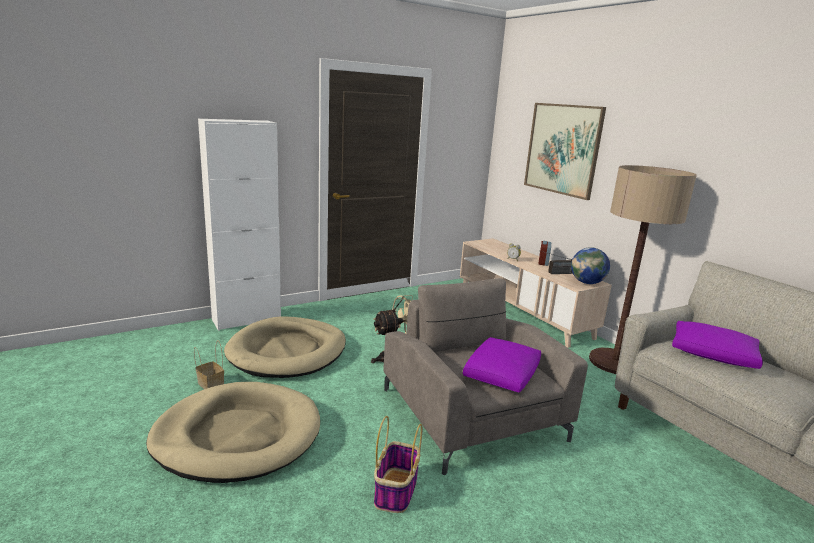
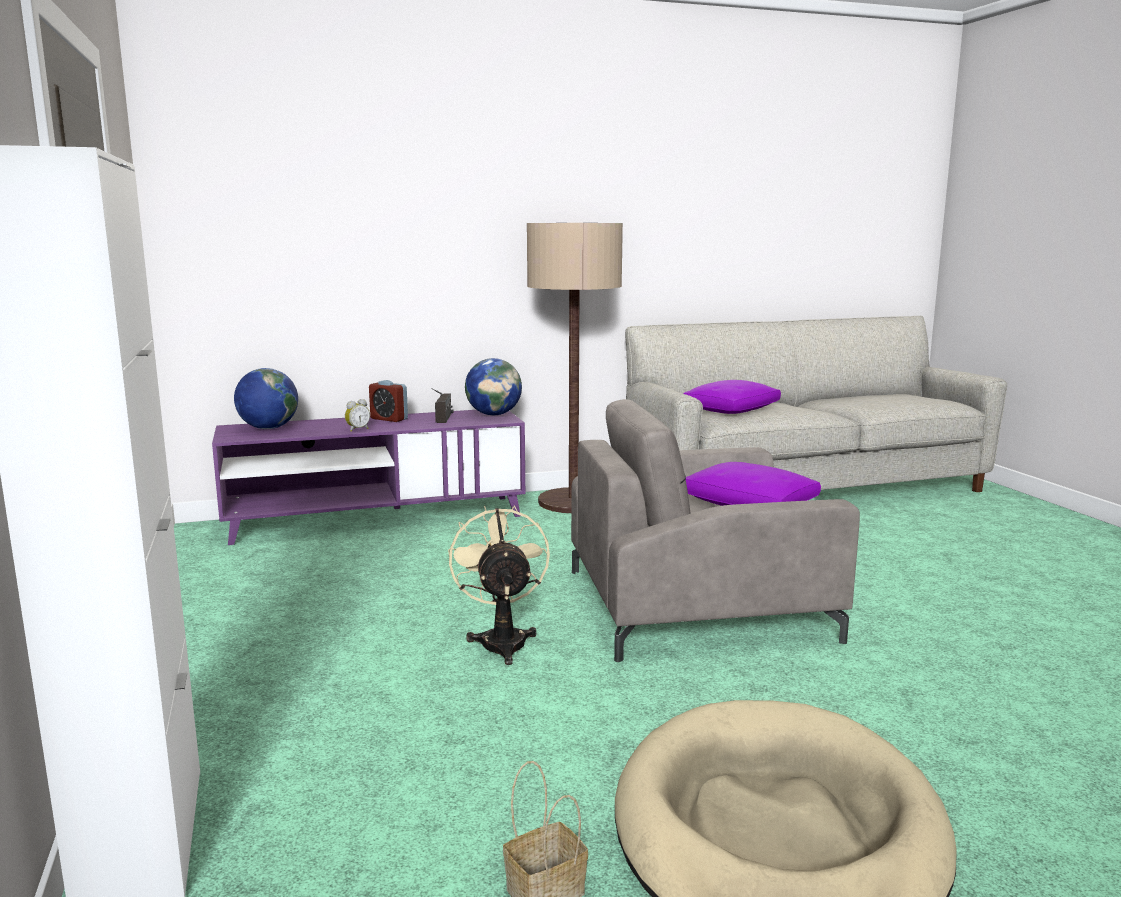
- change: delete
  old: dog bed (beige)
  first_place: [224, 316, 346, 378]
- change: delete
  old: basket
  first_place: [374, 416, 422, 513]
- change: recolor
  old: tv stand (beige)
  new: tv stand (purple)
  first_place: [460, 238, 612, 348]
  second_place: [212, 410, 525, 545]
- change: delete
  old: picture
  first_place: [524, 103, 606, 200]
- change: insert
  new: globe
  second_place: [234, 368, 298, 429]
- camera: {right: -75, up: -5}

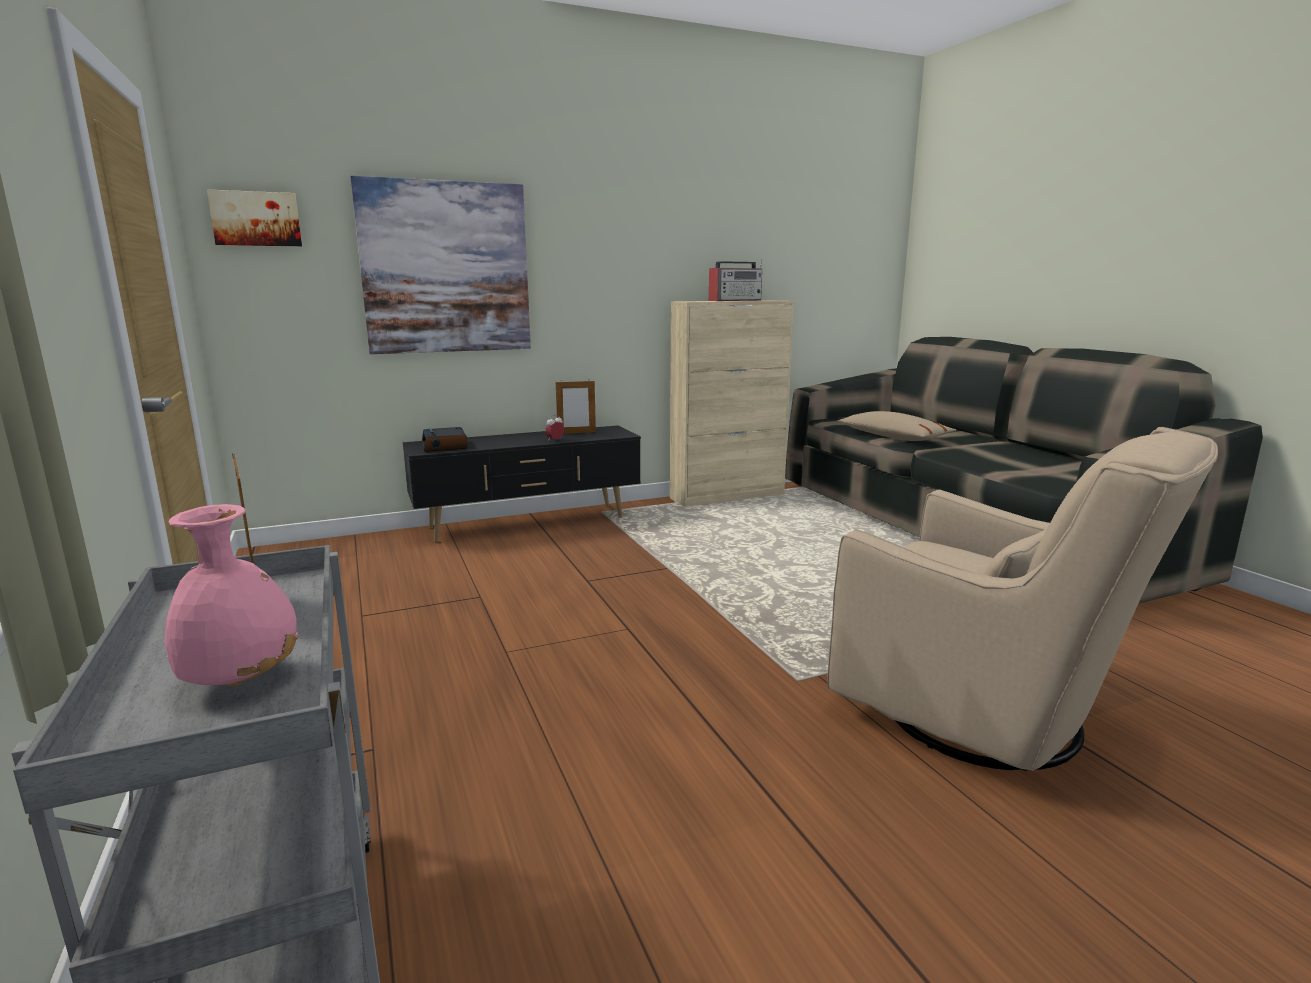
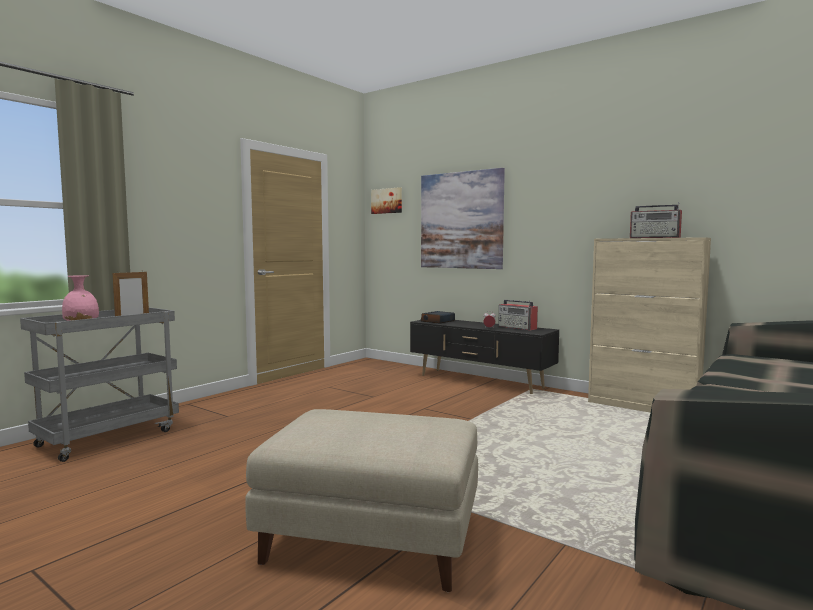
- change: replace
  old: picture frame
  new: radio
  first_place: [556, 379, 596, 434]
  second_place: [498, 300, 538, 330]
- change: replace
  old: armchair (beige)
  new: ottoman (beige)
  first_place: [827, 427, 1218, 771]
  second_place: [245, 409, 478, 592]
- change: delete
  old: pillow (beige)
  first_place: [838, 411, 956, 441]
- camera: {right: 60, up: -10}

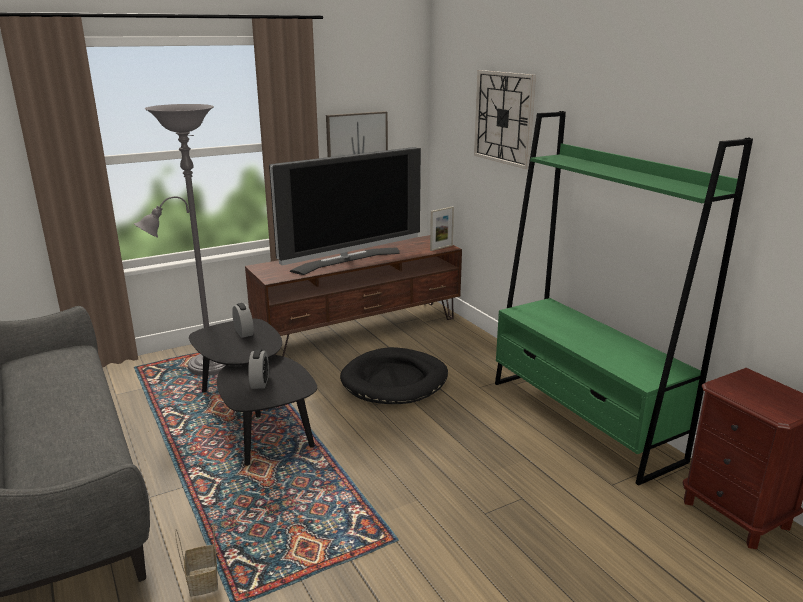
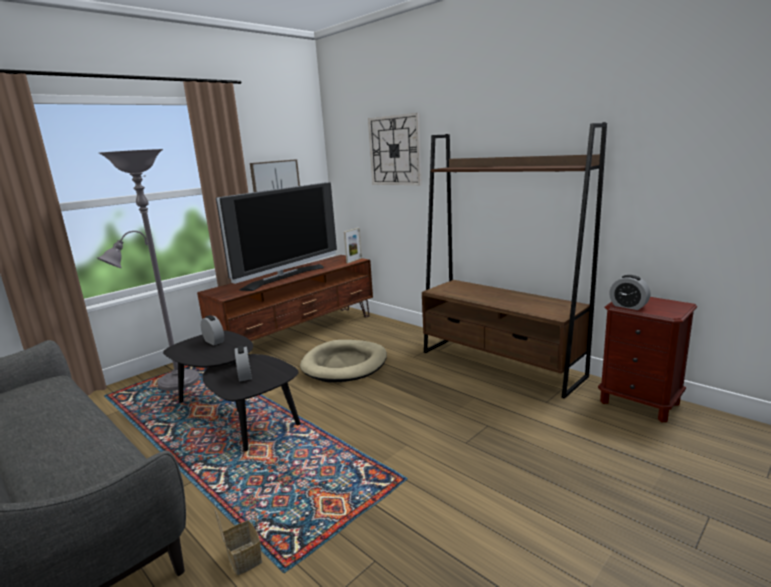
- change: recolor
  old: dog bed (black)
  new: dog bed (beige)
  first_place: [340, 347, 448, 404]
  second_place: [300, 340, 387, 382]
- change: recolor
  old: bookcase (green)
  new: bookcase (brown)
  first_place: [495, 111, 753, 486]
  second_place: [422, 122, 607, 399]
- change: insert
  new: alarm clock
  second_place: [609, 275, 650, 310]
- camera: {right: -15, up: -5}

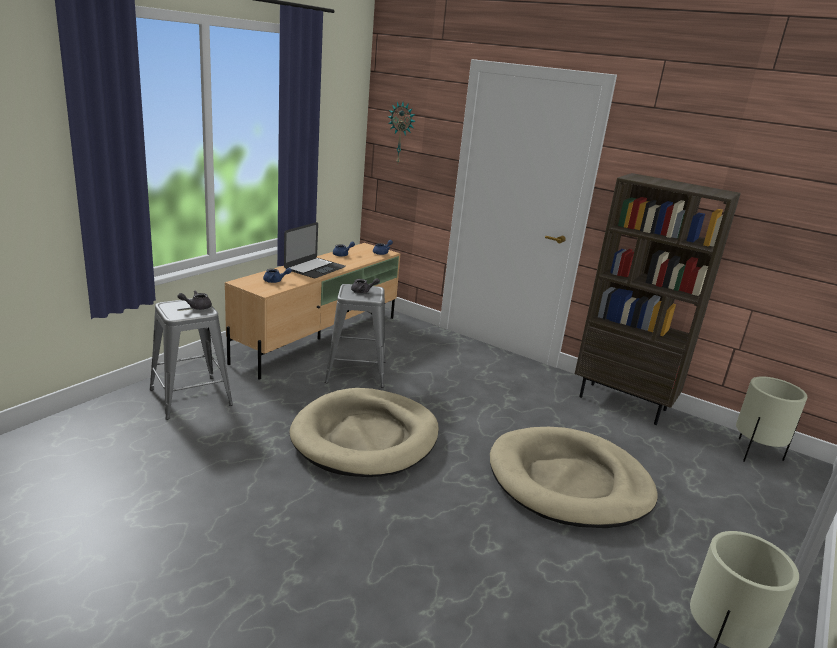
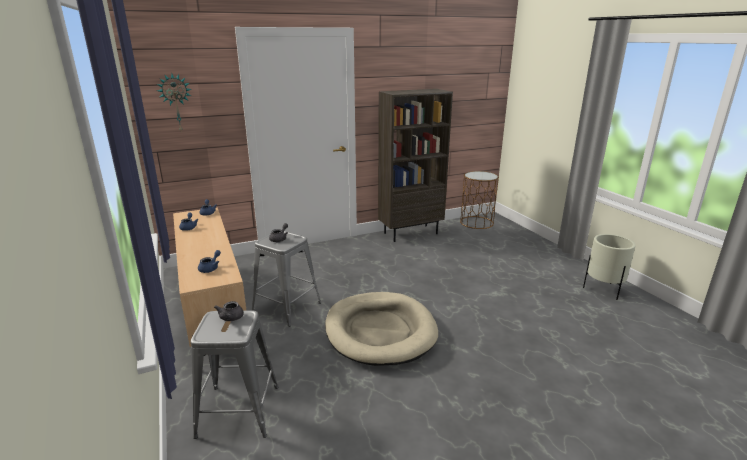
- change: delete
  old: laptop
  first_place: [284, 222, 346, 278]
- change: delete
  old: dog bed (beige)
  first_place: [490, 427, 657, 528]
- change: replace
  old: planter (beige)
  new: side table (brown)
  first_place: [736, 376, 807, 462]
  second_place: [460, 171, 499, 229]
- camera: {right: -55, up: 0}

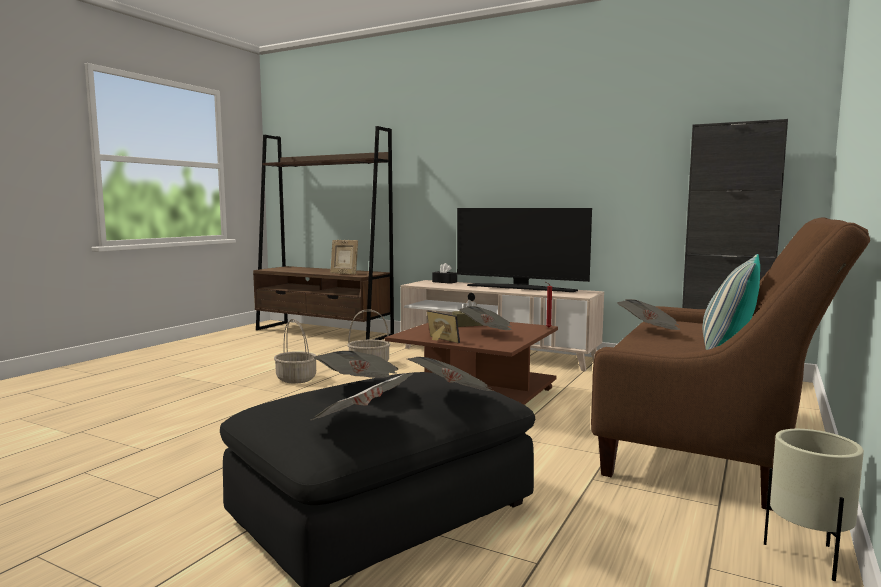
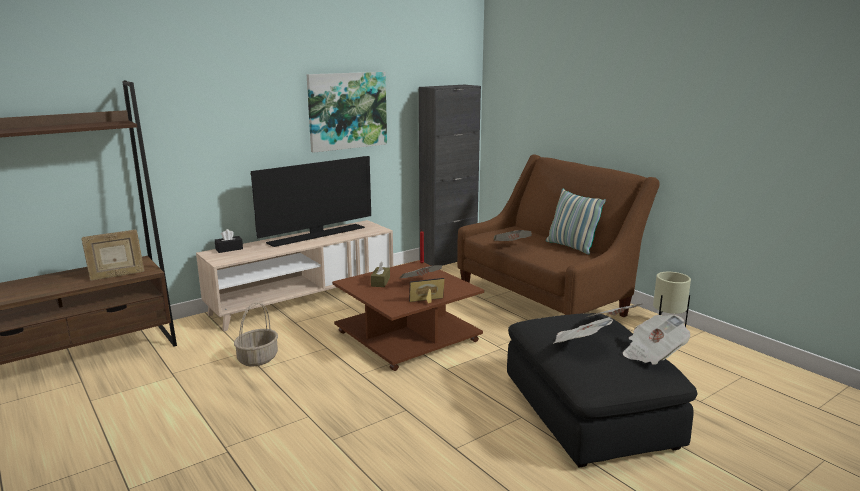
- change: delete
  old: basket
  first_place: [274, 319, 316, 384]
- change: insert
  new: picture
  second_place: [307, 72, 387, 153]
- camera: {right: -65, up: 10}

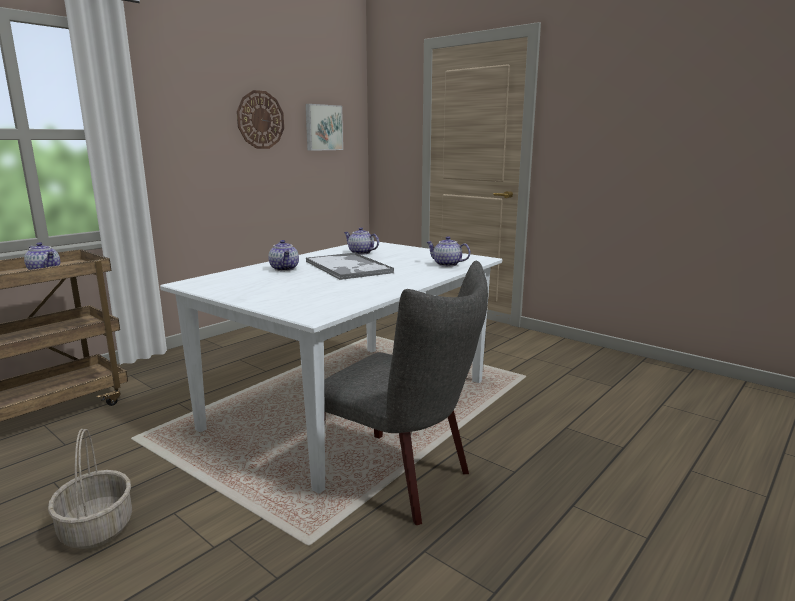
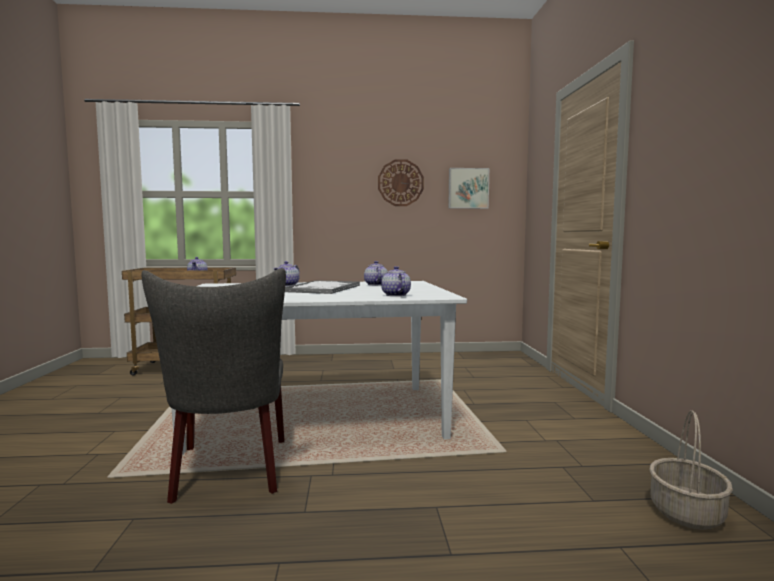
- change: move
  old: basket
  first_place: [48, 429, 132, 549]
  second_place: [649, 410, 733, 530]
- camera: {right: 45, up: -10}

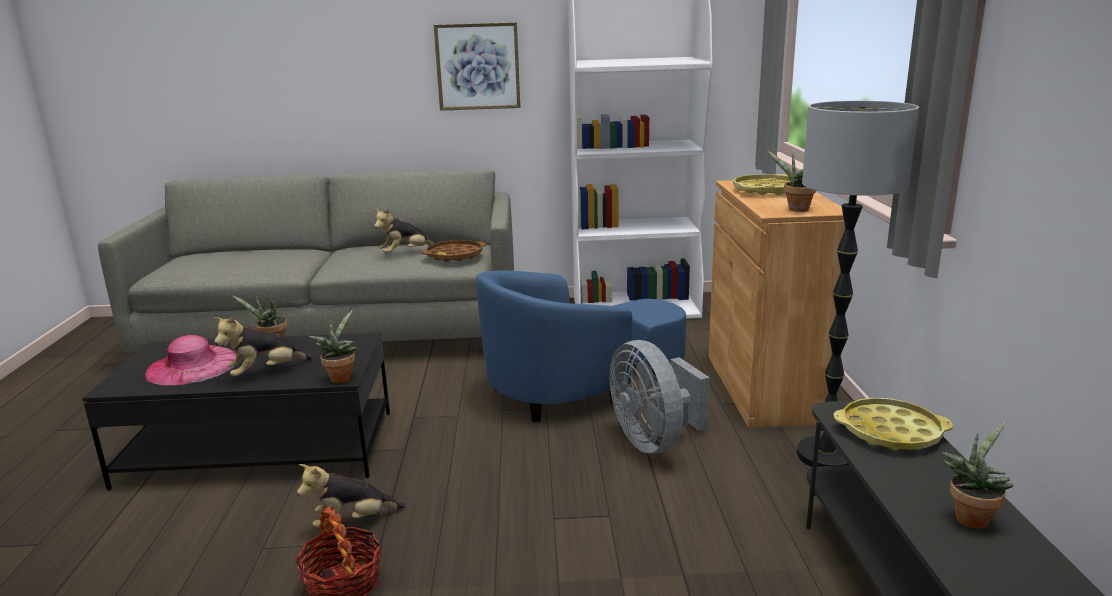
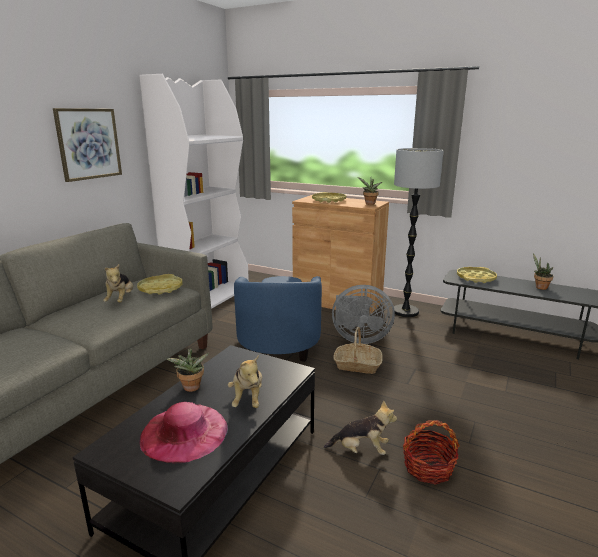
- change: rotate
  old: plush toy
  first_place: [297, 464, 406, 528]
  second_place: [324, 400, 397, 455]
  degrees: -90
- change: delete
  old: potted plant
  first_place: [308, 310, 357, 383]
- change: recolor
  old: tray (brown)
  new: tray (yellow)
  first_place: [421, 240, 486, 262]
  second_place: [137, 274, 183, 294]
- change: insert
  new: basket
  second_place: [333, 327, 383, 374]
- camera: {right: -60, up: 0}

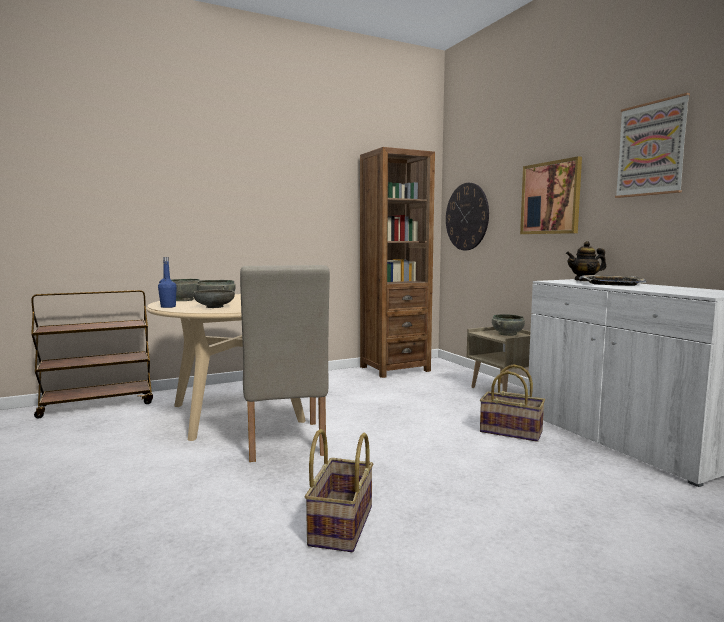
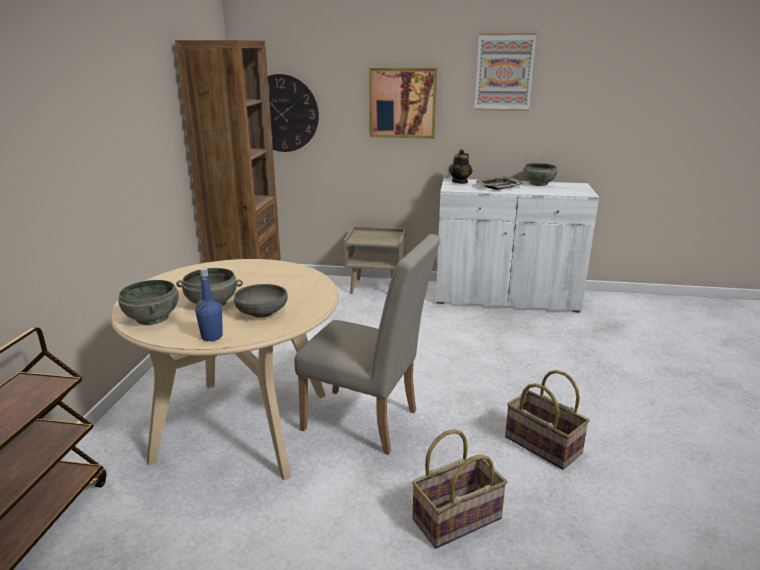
- change: move
  old: basket
  first_place: [480, 364, 545, 442]
  second_place: [412, 429, 507, 548]
- change: move
  old: bowl (grey)
  first_place: [492, 314, 525, 336]
  second_place: [524, 163, 557, 186]
- camera: {right: -55, up: 15}

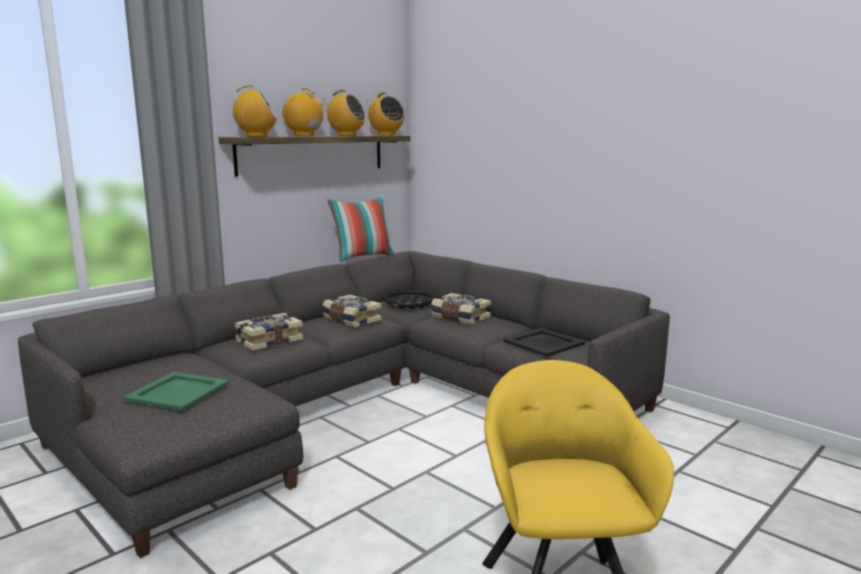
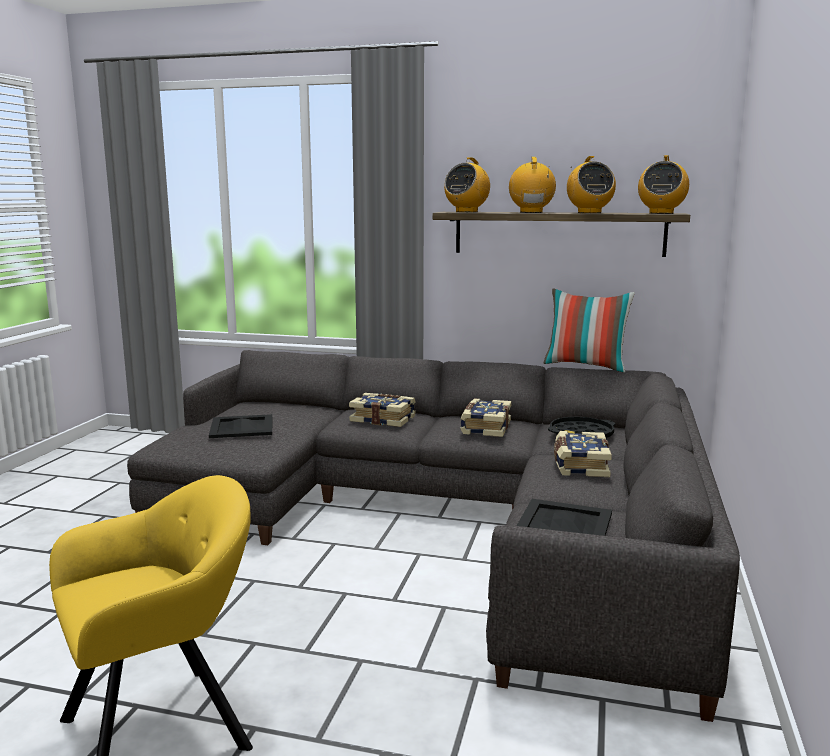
- change: recolor
  old: tray (green)
  new: tray (black)
  first_place: [123, 372, 229, 411]
  second_place: [209, 414, 272, 438]
- change: rotate
  old: radio
  first_place: [230, 85, 277, 137]
  second_place: [444, 157, 490, 212]
  degrees: 75
- camera: {right: 60, up: 0}

